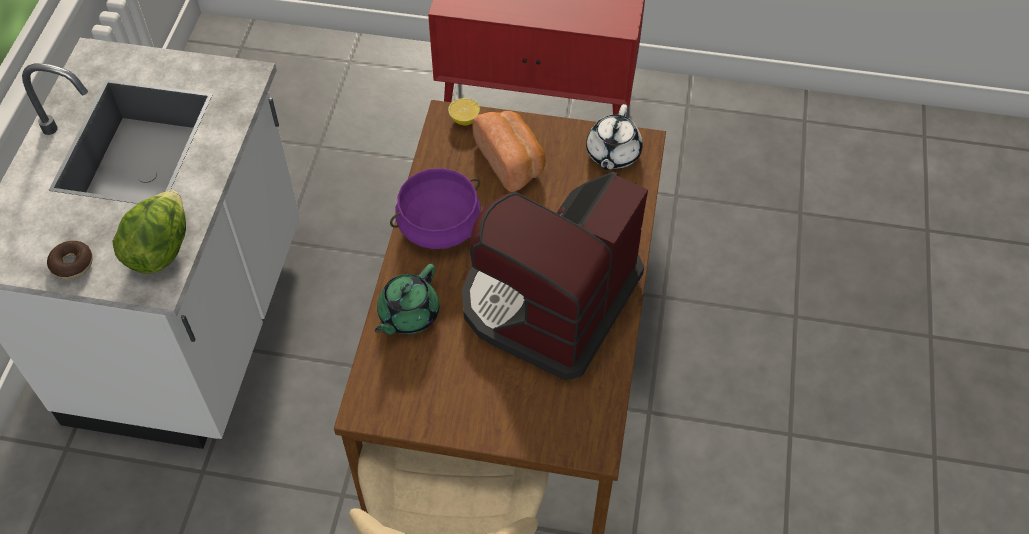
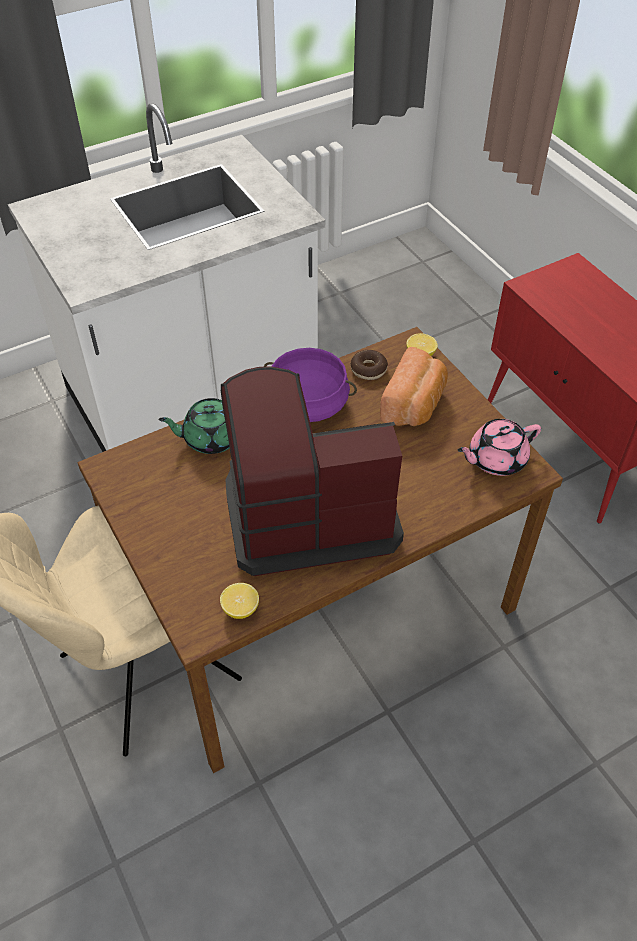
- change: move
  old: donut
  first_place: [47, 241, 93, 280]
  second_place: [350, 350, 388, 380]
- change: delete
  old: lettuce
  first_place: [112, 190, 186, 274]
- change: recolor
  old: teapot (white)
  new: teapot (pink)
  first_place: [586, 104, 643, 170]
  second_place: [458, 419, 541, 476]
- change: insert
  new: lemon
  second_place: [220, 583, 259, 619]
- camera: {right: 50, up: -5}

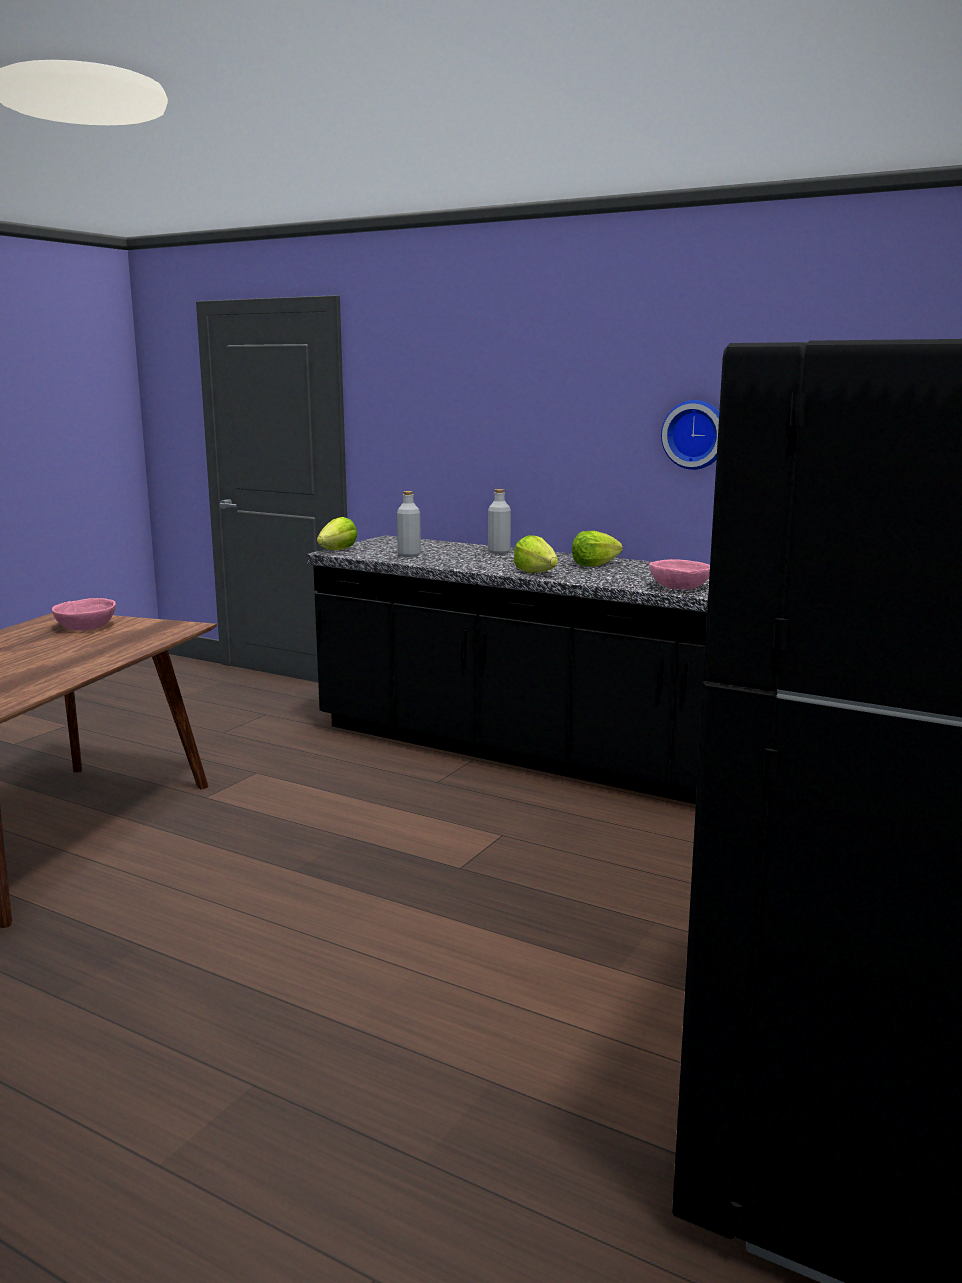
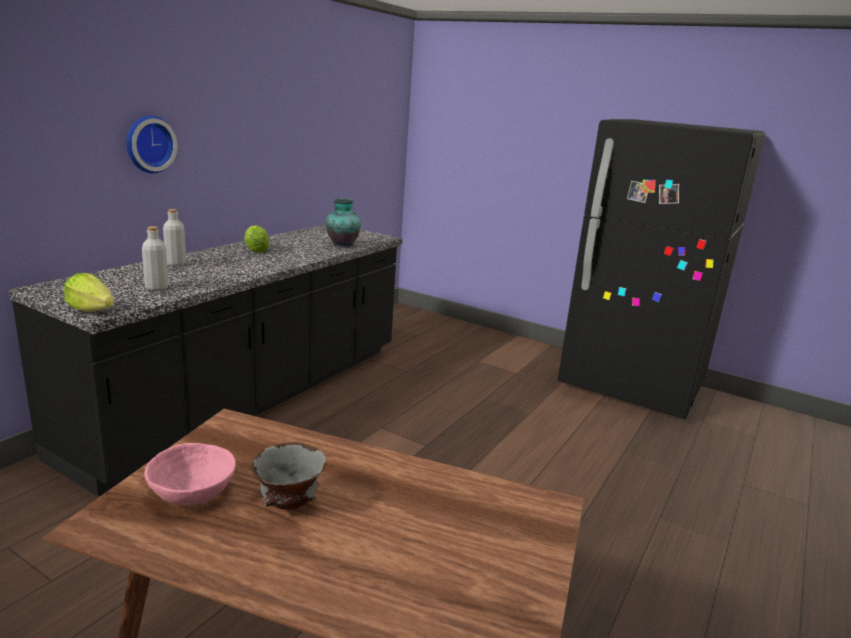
- change: delete
  old: lettuce
  first_place: [513, 535, 558, 573]
- change: replace
  old: bowl (pink)
  new: vase
  first_place: [649, 559, 710, 590]
  second_place: [326, 198, 361, 247]
- change: move
  old: wall clock
  first_place: [661, 400, 719, 470]
  second_place: [126, 115, 177, 173]
- change: insert
  new: bowl (grey)
  second_place: [251, 442, 326, 510]
- camera: {right: -90, up: 5}

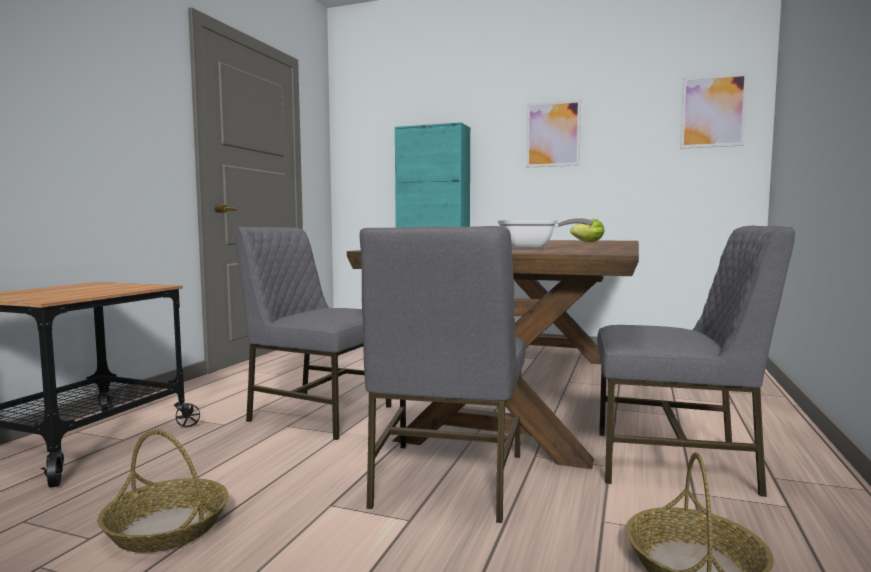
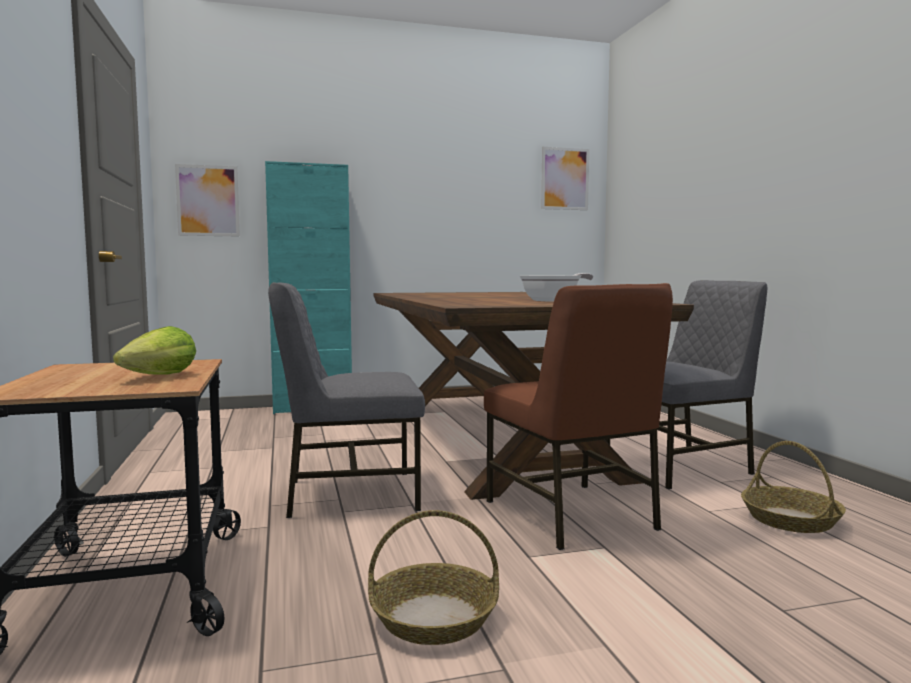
- change: recolor
  old: chair (grey)
  new: chair (brown)
  first_place: [360, 226, 525, 523]
  second_place: [484, 283, 673, 550]
- change: move
  old: picture
  first_place: [526, 99, 581, 168]
  second_place: [175, 164, 240, 236]
- change: move
  old: lettuce
  first_place: [570, 219, 605, 242]
  second_place: [113, 326, 196, 375]
- camera: {right: -35, up: 0}

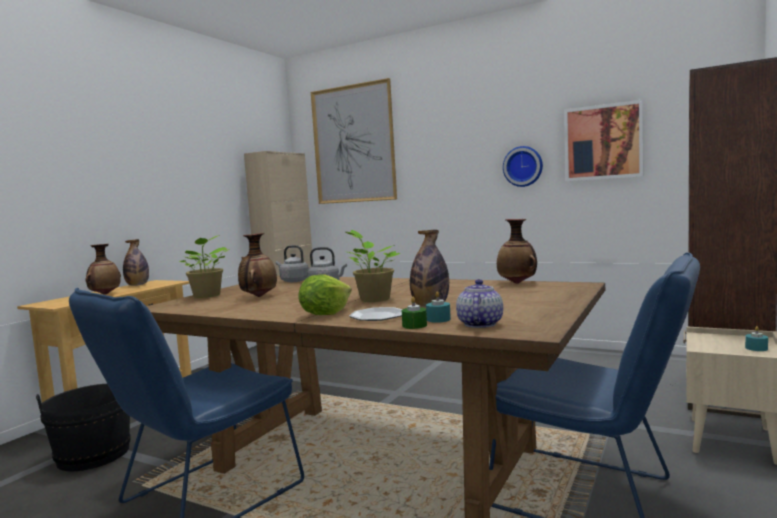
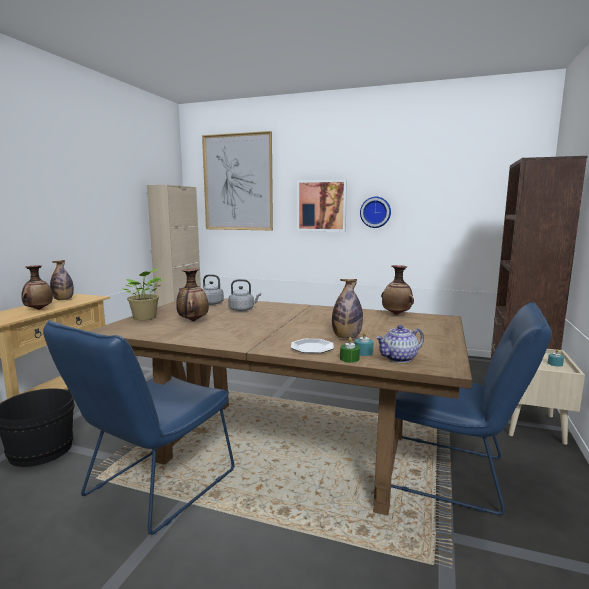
- change: delete
  old: lettuce
  first_place: [298, 274, 352, 315]
- change: delete
  old: potted plant
  first_place: [346, 230, 401, 302]
- change: rotate
  old: teapot
  first_place: [456, 279, 503, 328]
  second_place: [375, 325, 424, 363]
  degrees: -120
- change: move
  old: picture
  first_place: [564, 100, 643, 181]
  second_place: [297, 179, 347, 232]
- camera: {right: -10, up: 5}

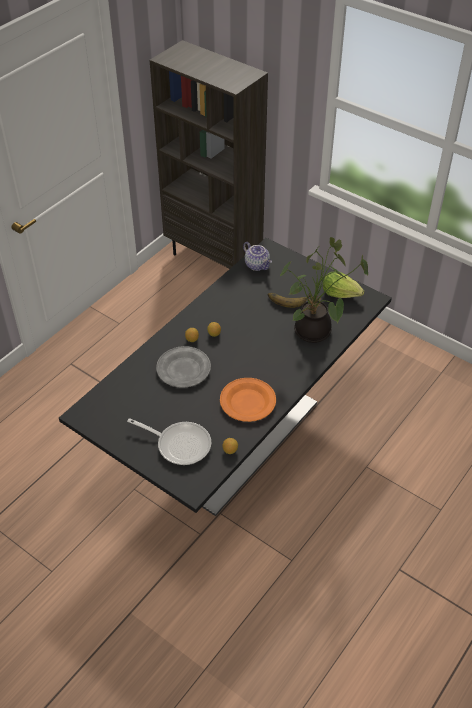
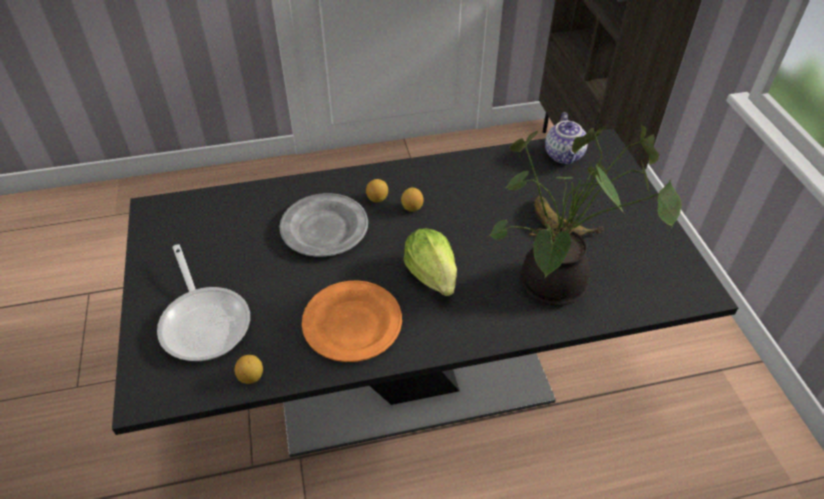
- change: move
  old: lettuce
  first_place: [323, 271, 364, 298]
  second_place: [404, 228, 457, 296]
- camera: {right: 40, up: 0}

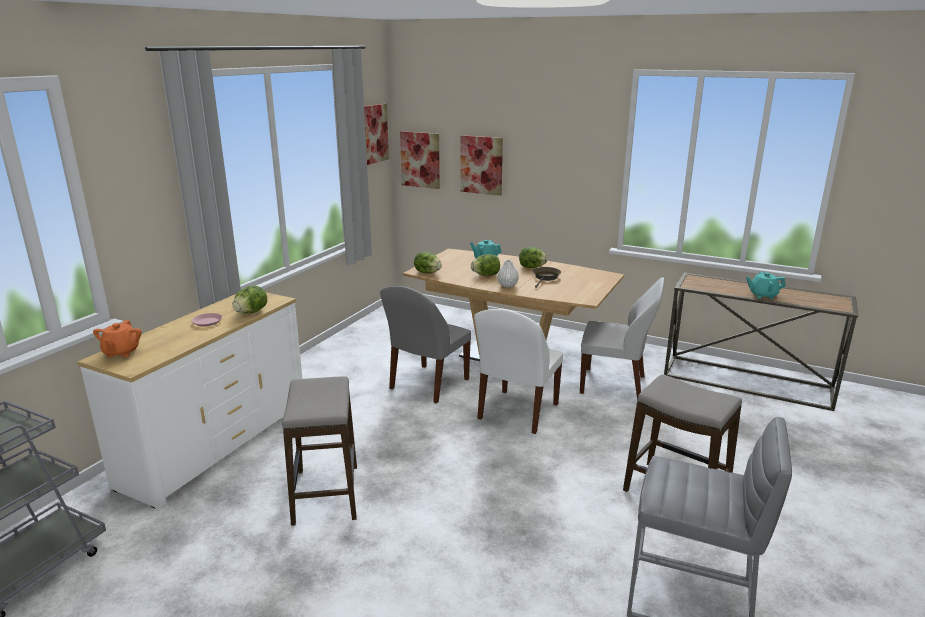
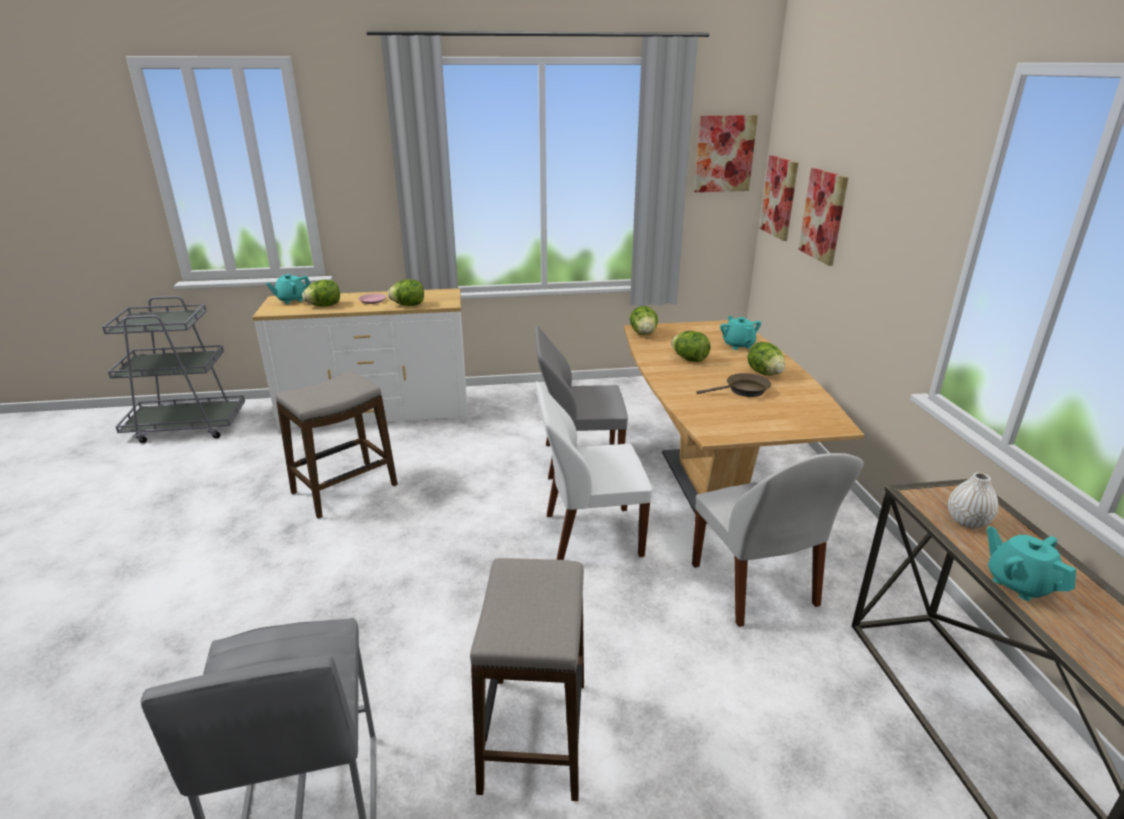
- change: recolor
  old: teapot (orange)
  new: teapot (turquoise)
  first_place: [93, 320, 142, 358]
  second_place: [266, 274, 310, 304]
- change: move
  old: vase (white)
  first_place: [498, 260, 519, 288]
  second_place: [948, 472, 998, 528]
- change: insert
  new: lettuce
  second_place: [302, 280, 340, 306]
- camera: {right: 55, up: 5}

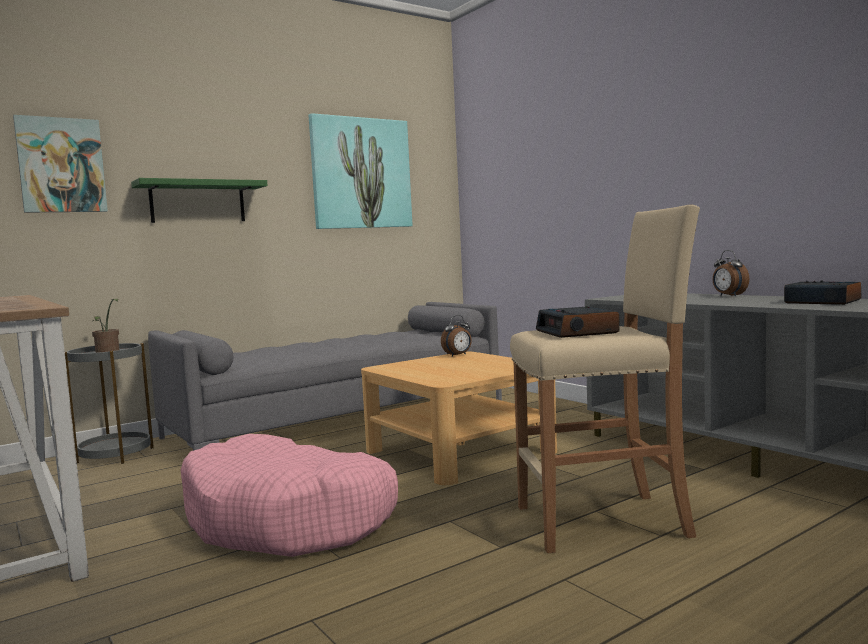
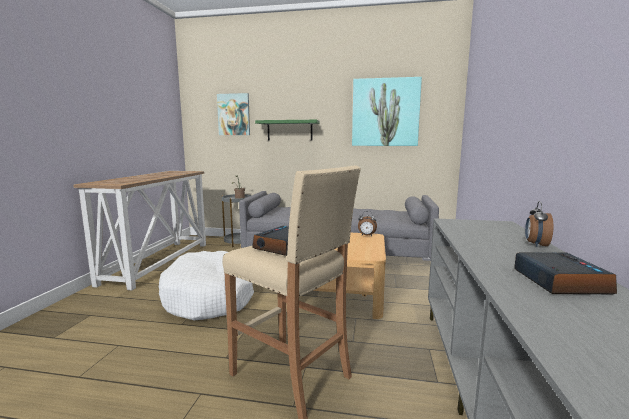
- change: recolor
  old: dog bed (pink)
  new: dog bed (white)
  first_place: [181, 434, 398, 557]
  second_place: [159, 251, 254, 320]
- camera: {right: 45, up: 5}

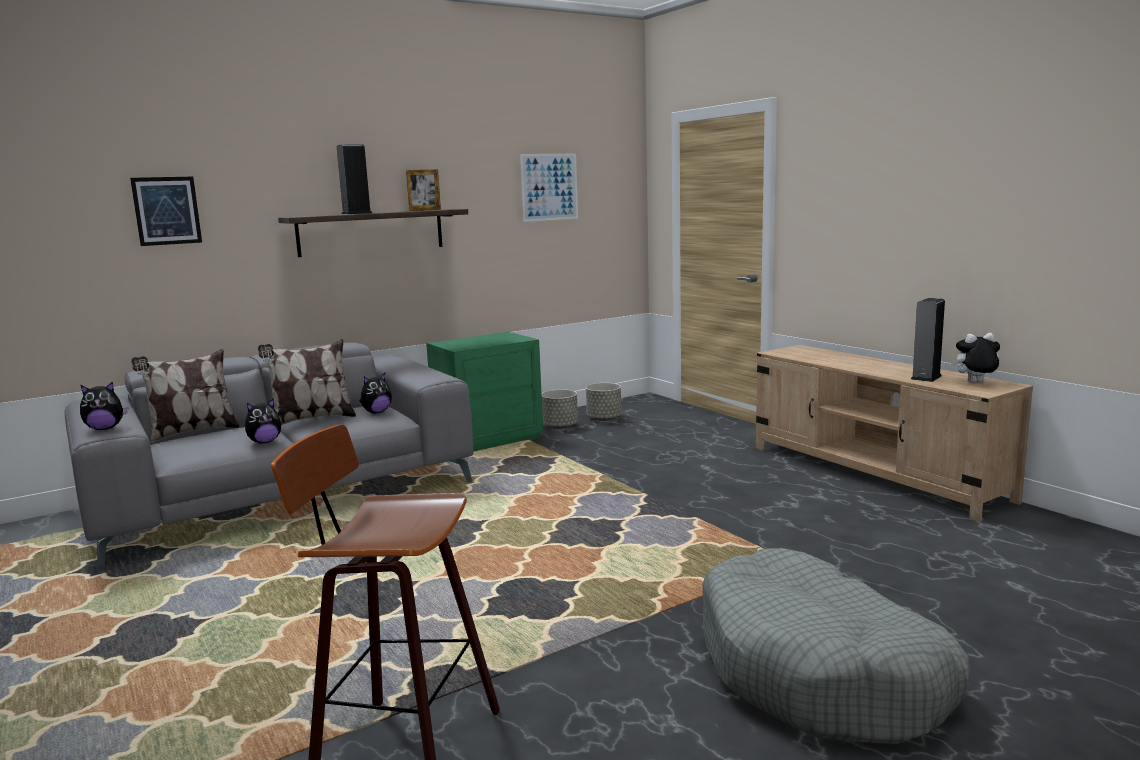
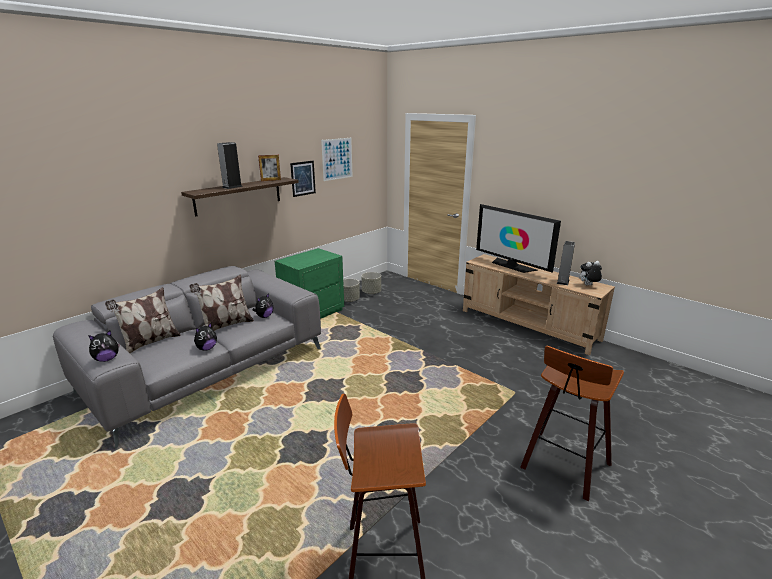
- change: move
  old: picture
  first_place: [130, 177, 202, 246]
  second_place: [290, 161, 316, 197]
- change: replace
  old: dog bed (grey)
  new: stool
  first_place: [702, 548, 970, 744]
  second_place: [520, 346, 624, 501]
- change: insert
  new: television
  second_place: [476, 204, 561, 273]
- camera: {right: -15, up: 10}

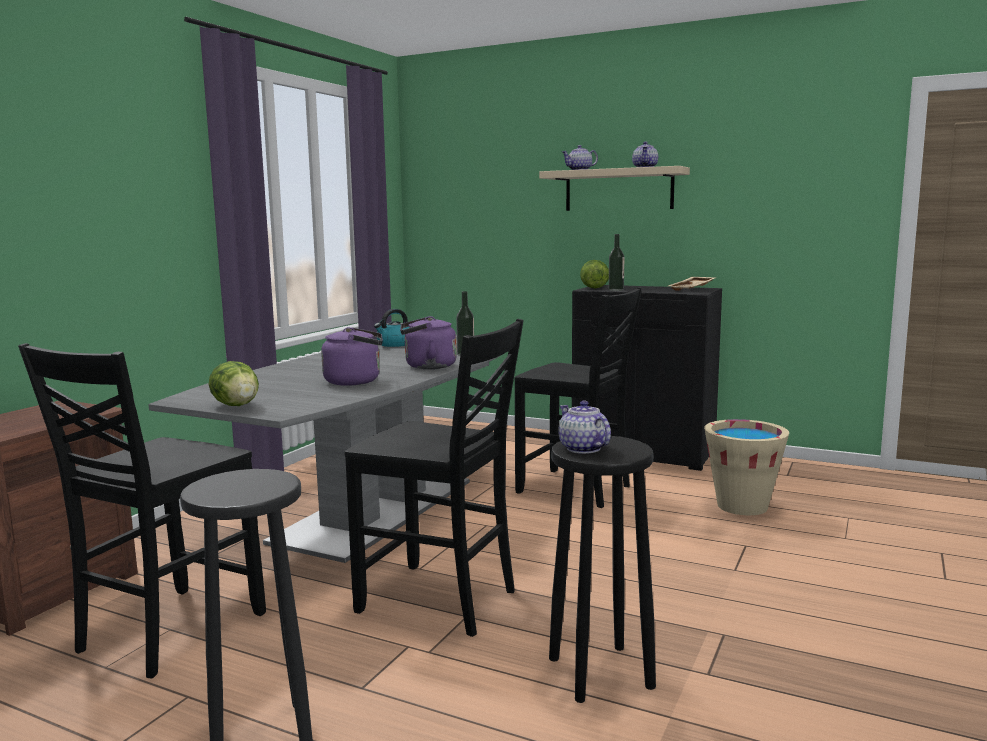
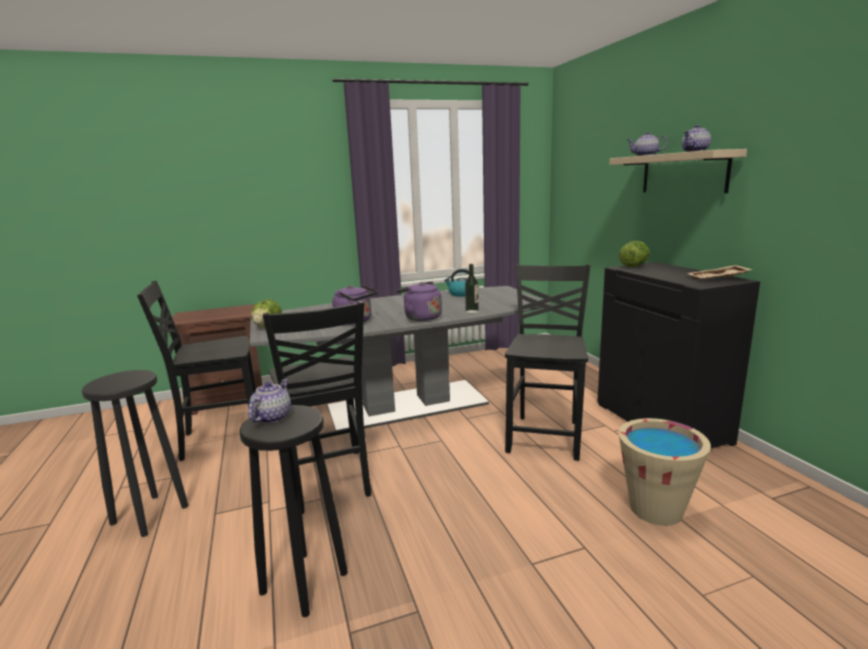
- change: rotate
  old: chair (black)
  first_place: [514, 287, 642, 508]
  second_place: [505, 264, 590, 461]
  degrees: -150
- change: delete
  old: bottle
  first_place: [609, 234, 624, 291]
- camera: {right: 45, up: 5}

